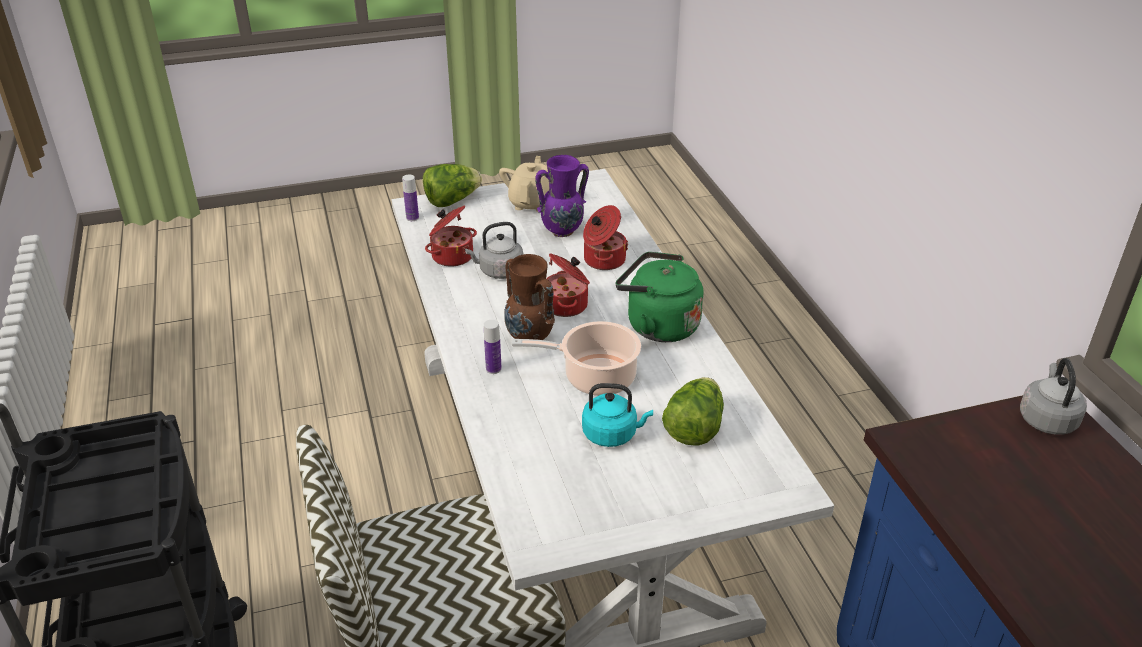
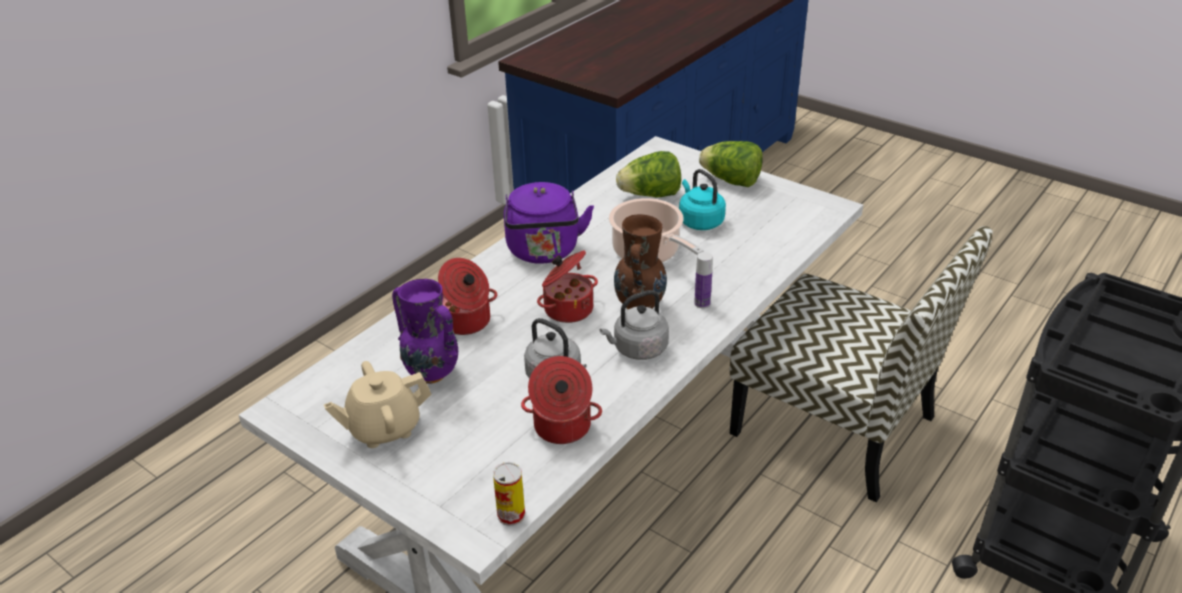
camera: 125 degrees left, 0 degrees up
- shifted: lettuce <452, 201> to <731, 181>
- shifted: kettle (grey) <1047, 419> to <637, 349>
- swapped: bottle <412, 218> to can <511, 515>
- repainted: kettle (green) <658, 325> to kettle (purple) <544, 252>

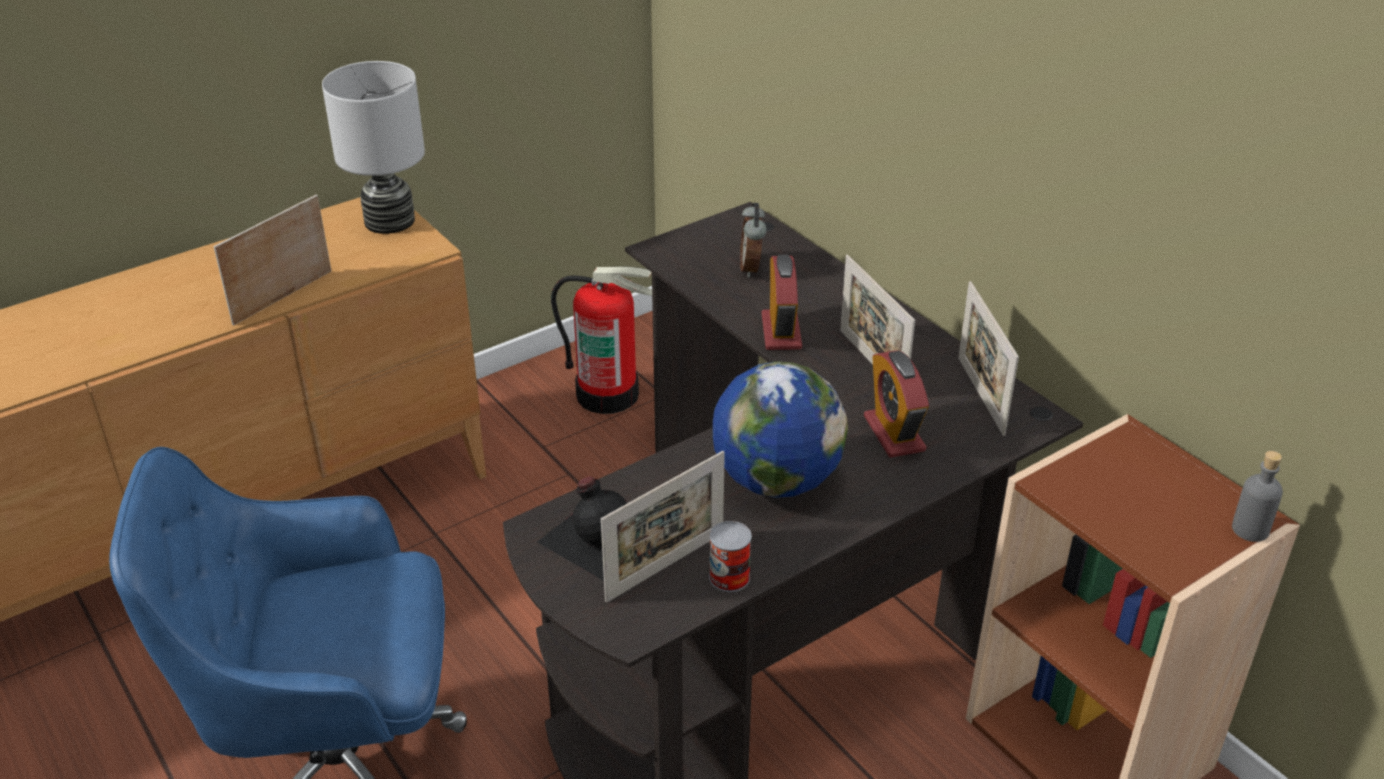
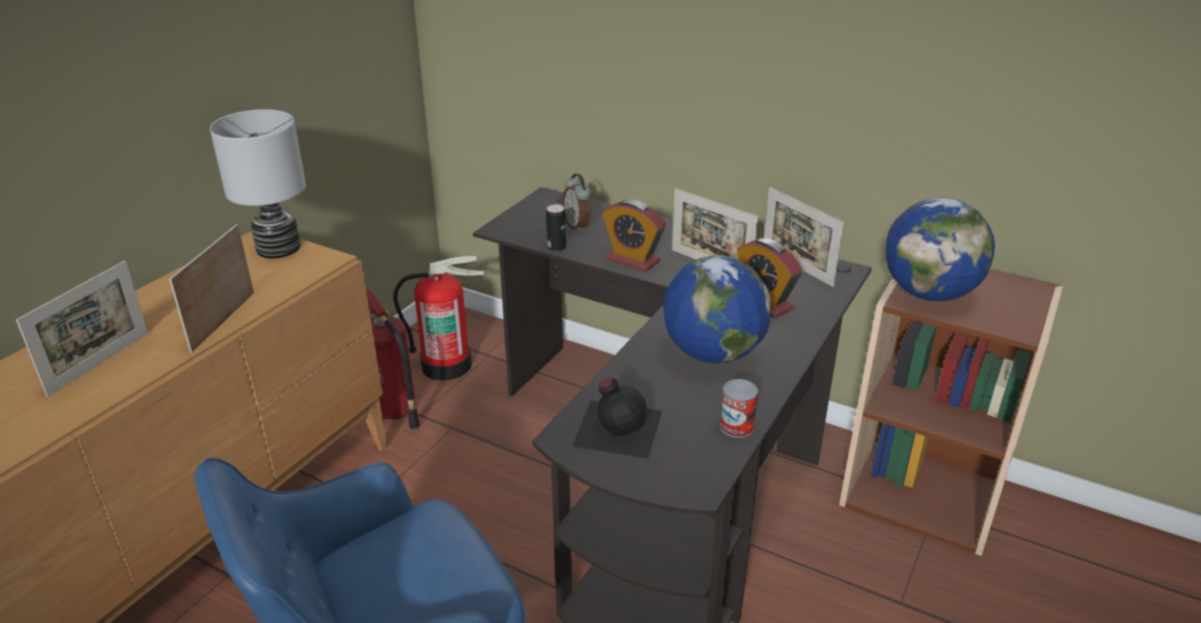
camera: 25 degrees left, 5 degrees down
- gone: bottle (grey) <1250, 529>
- new: fire extinguisher <395, 411>
- new: can <556, 247>
- new: globe <929, 294>
- shifted: picture frame <665, 566> to <100, 363>
- rotated: alarm clock <781, 332> = <632, 260> 150 degrees clockwise

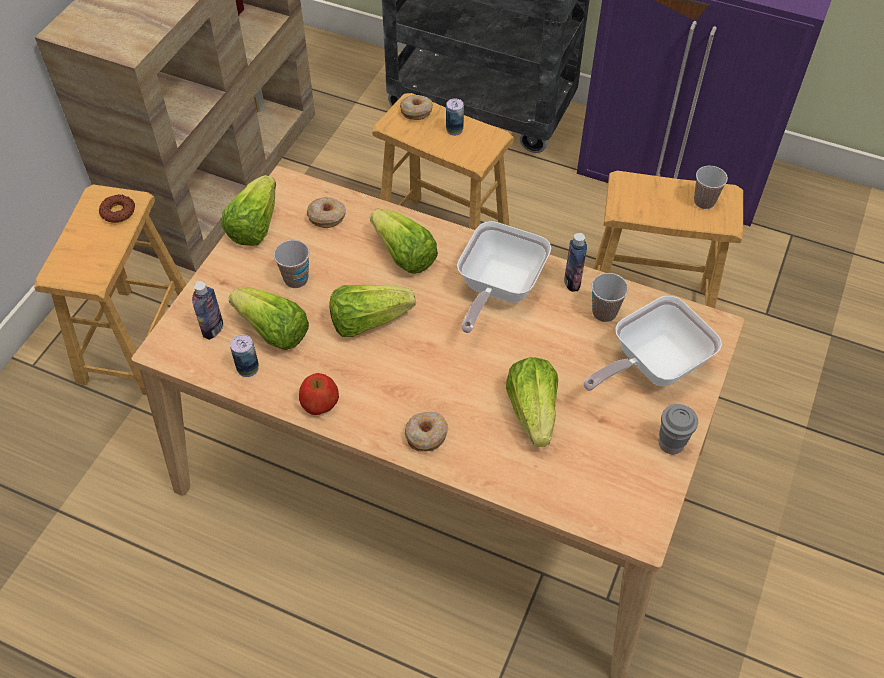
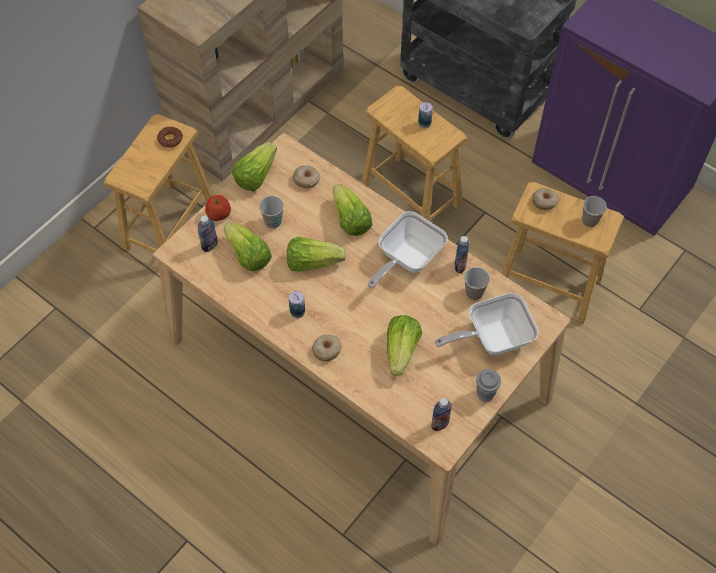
camera: 15 degrees right, 5 degrees up
- new: bottle <440, 424>
- shifted: can <248, 368> to <297, 312>
- shifted: apple <319, 403> to <218, 214>
- shifted: donut <416, 111> to <544, 201>

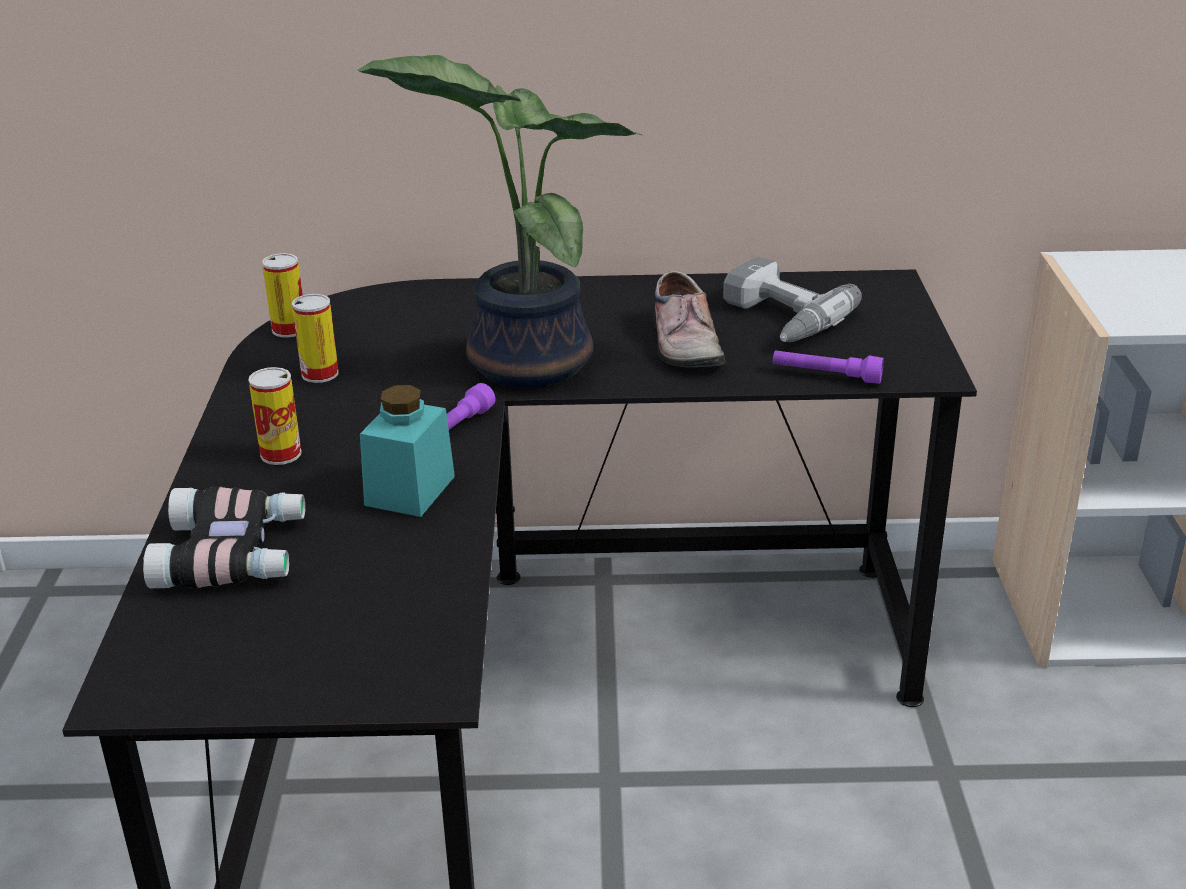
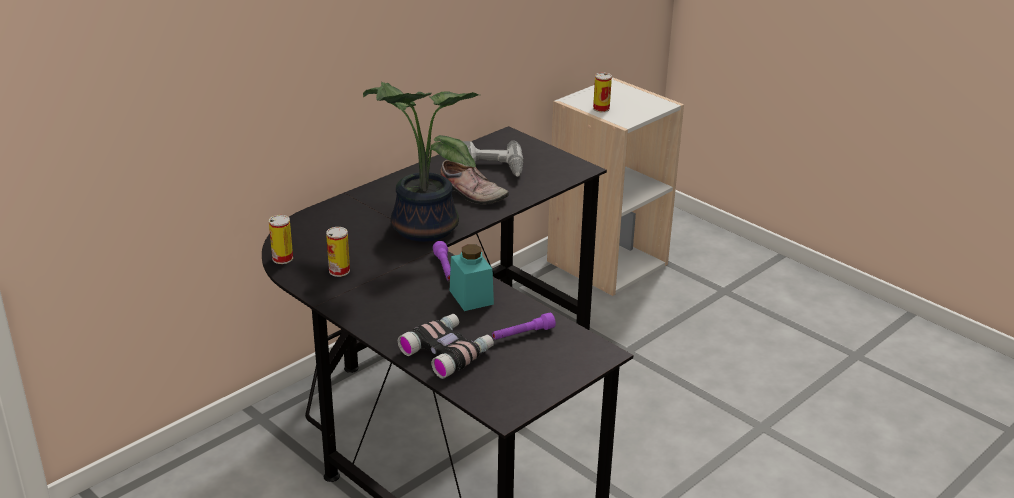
camera: 45 degrees left, 0 degrees up
- shifted: can <281, 454> to <601, 109>
- shifted: flashlight (purple) <826, 376> to <522, 334>

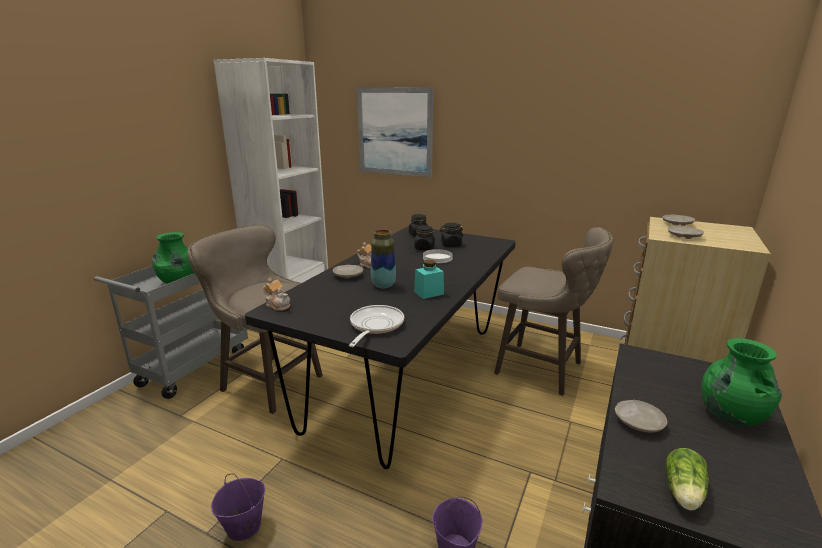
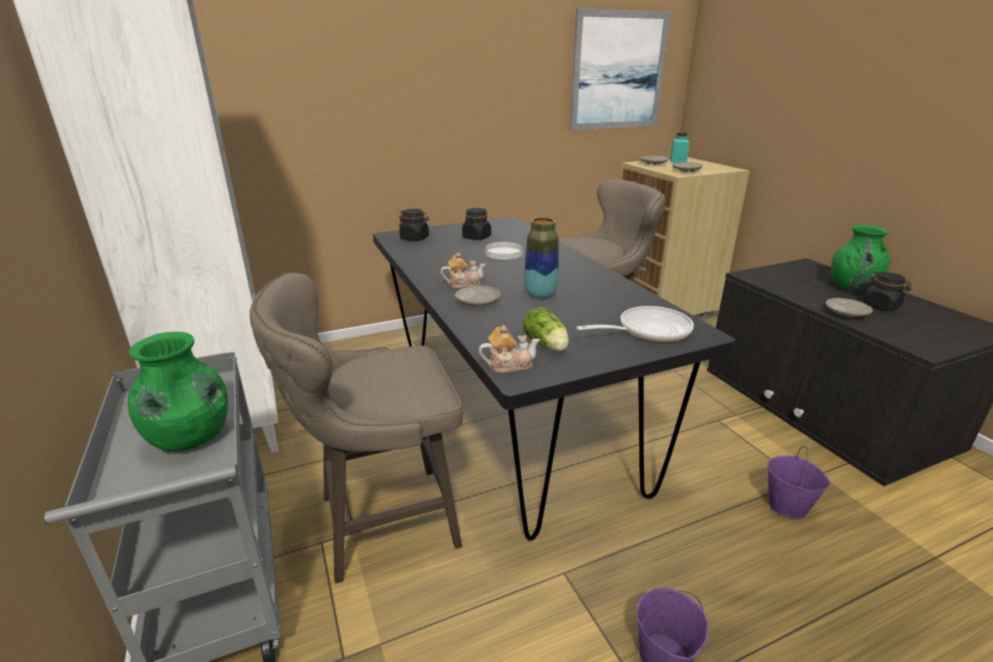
camera: 50 degrees left, 5 degrees up
- shifted: picture <394, 132> to <618, 71>
- shifted: jar (black) <424, 248> to <881, 306>
- shifted: jar (turquoise) <429, 293> to <678, 161>
- shifted: lettuce <683, 493> to <547, 346>
- rotated: frying pan <375, 326> = <648, 331> 105 degrees clockwise

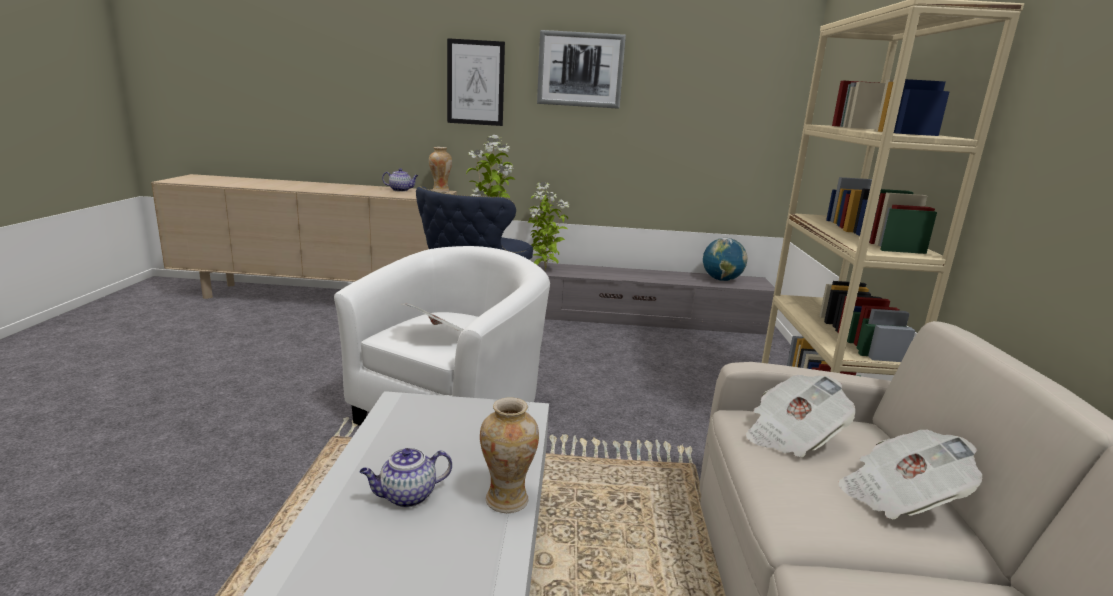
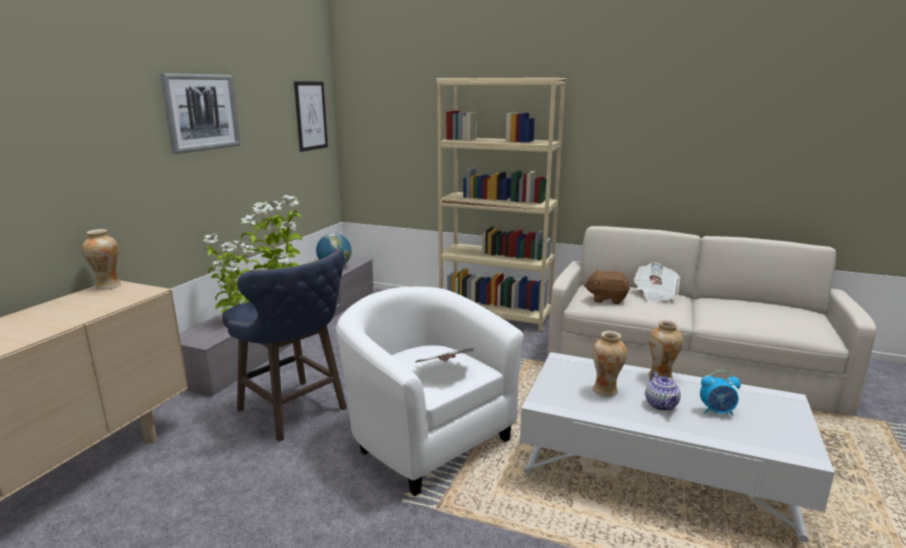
camera: 70 degrees left, 0 degrees up
- gone: teapot <401, 190>
- new: vase <605, 390>
- new: alarm clock <717, 412>
- shifted: picture <475, 83> to <311, 116>
- swapped: newspaper <792, 436> to plush toy (brown) <606, 299>

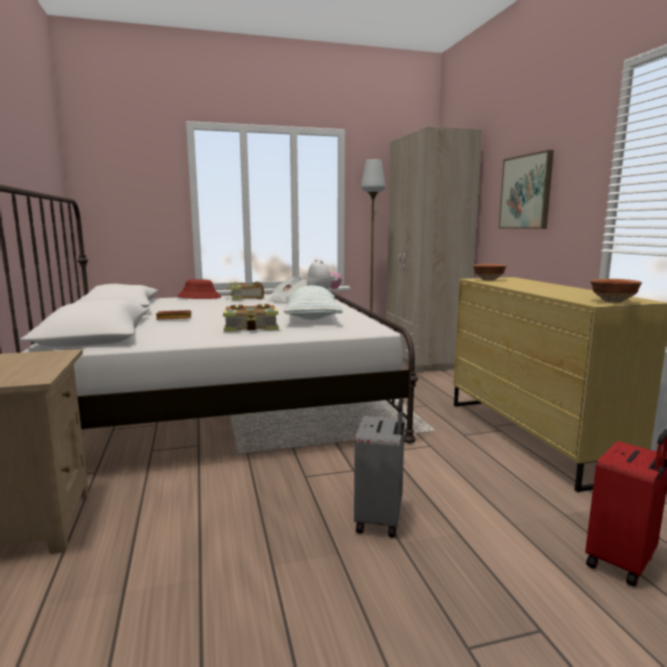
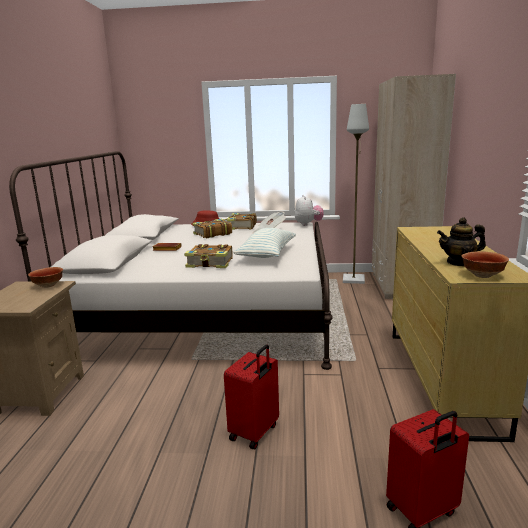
camera: 20 degrees right, 5 degrees up
- gone: picture <526, 192>
- new: book <212, 234>
- new: teapot <459, 262>
- shifted: bowl <488, 280> to <47, 286>
- repainted: suitcase (grey) <380, 519> to suitcase (red) <255, 432>

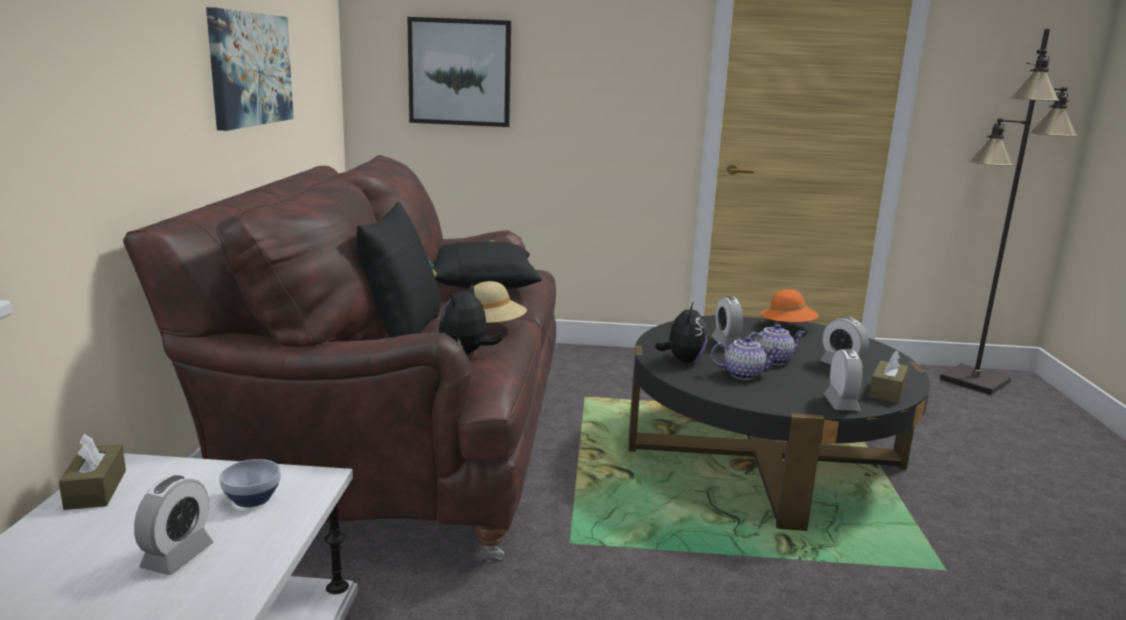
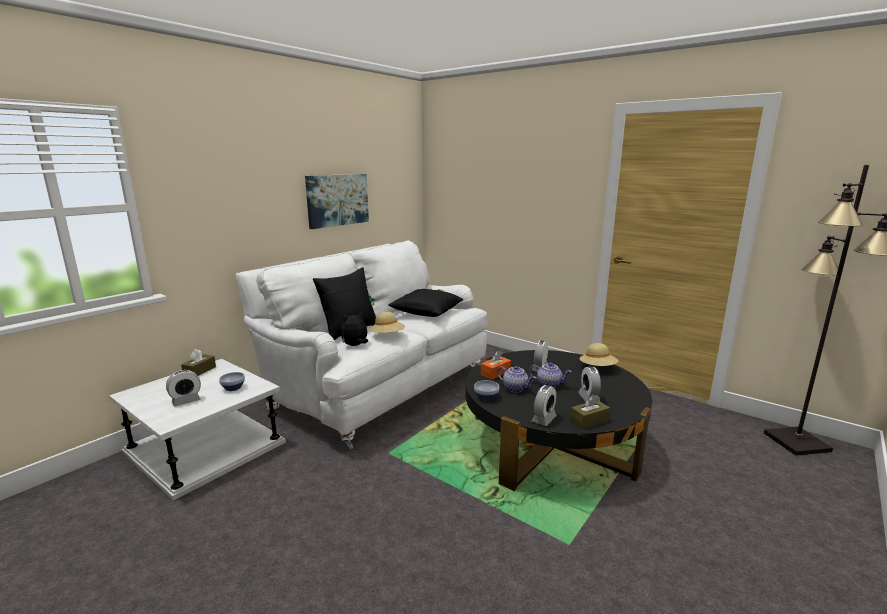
camera: 35 degrees right, 0 degrees up
- gone: picture <460, 72>
- new: bowl <486, 397>
- swapped: plush toy <682, 360> to tissue box (orange) <495, 373>
- repainted: sofa (brown) <398, 445> to sofa (white) <375, 386>
- repainted: hat (orange) <788, 327> to hat (beige) <597, 368>

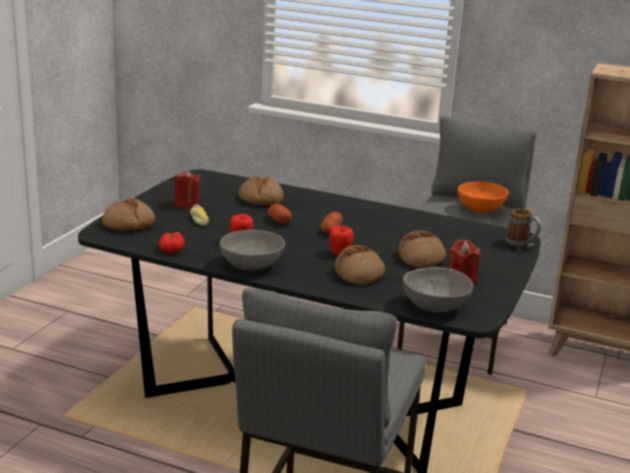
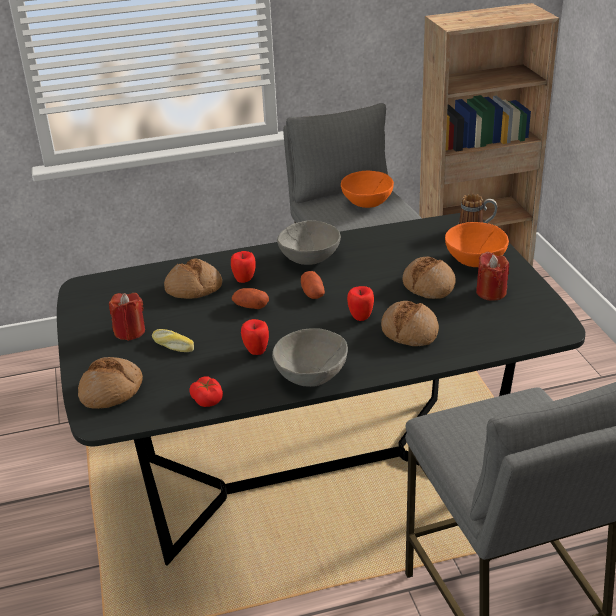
camera: 35 degrees left, 10 degrees up
- new: apple <244, 280>
- new: bowl (orange) <475, 260>
- shifted: bowl (grey) <434, 307> to <309, 259>

